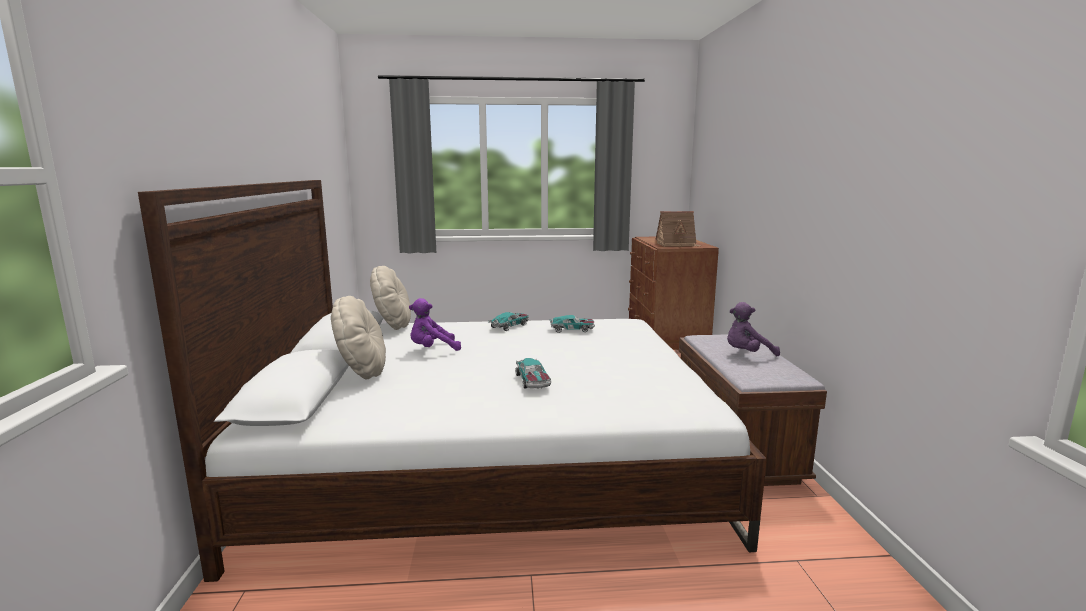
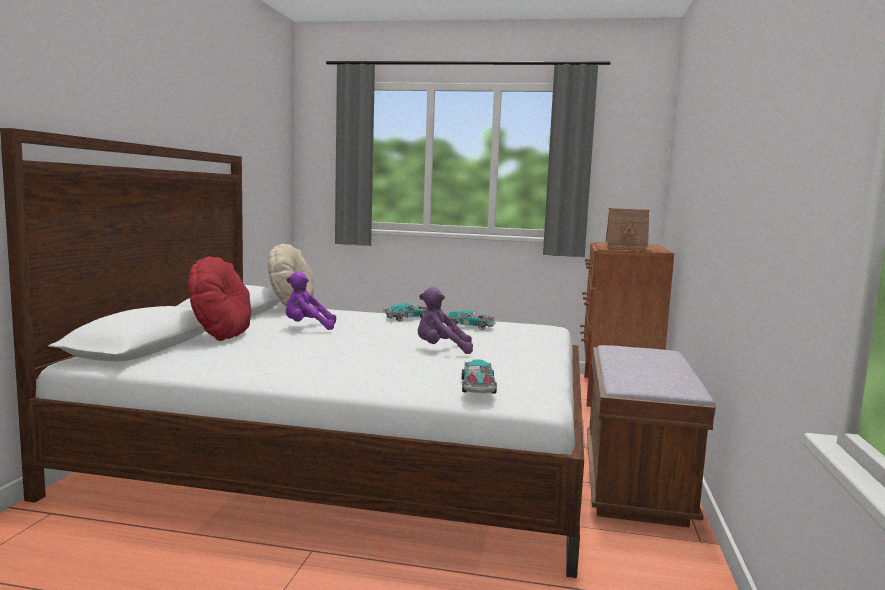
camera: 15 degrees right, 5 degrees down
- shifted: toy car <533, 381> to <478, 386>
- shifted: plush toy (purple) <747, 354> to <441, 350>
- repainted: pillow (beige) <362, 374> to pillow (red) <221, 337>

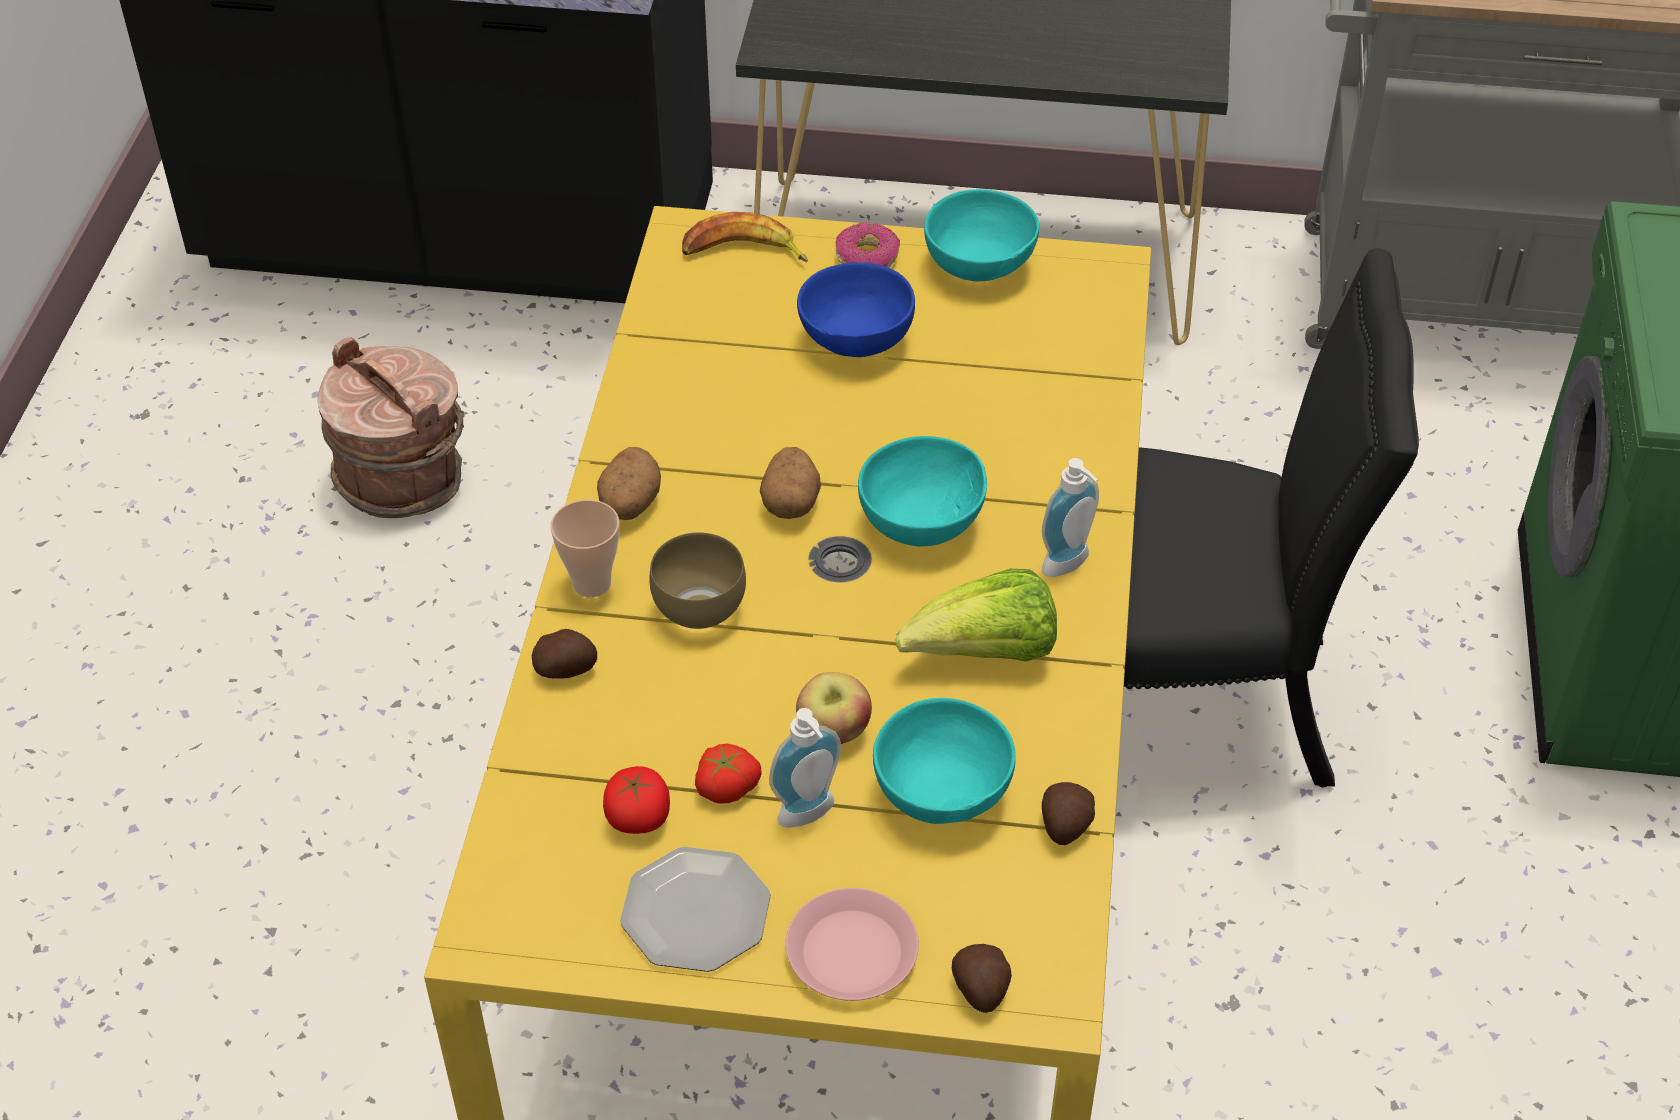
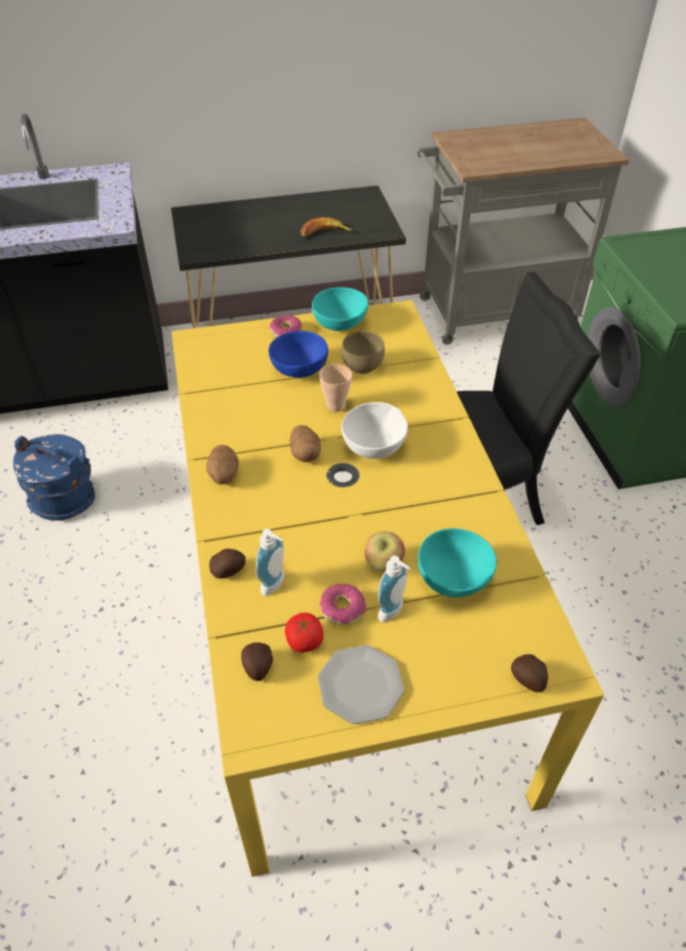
camera: 20 degrees left, 0 degrees up
- gone: plate (pink) <851, 953>
- gone: lettuce <985, 654>
- shifted: cup <591, 583> to <336, 406>
- shifted: bowl (brown) <697, 612> to <362, 367>
- shifted: banana <743, 252> to <324, 233>
- shifted: soap dispenser <1070, 566> to <276, 585>
- shifted: potato <1064, 827> to <257, 668>
- swapped: tomato <726, 785> to donut <342, 608>
- repainted: bucket (brown) <403, 479> to bucket (blue) <64, 499>
- repainted: bowl (turquoise) <925, 522> to bowl (white) <375, 446>

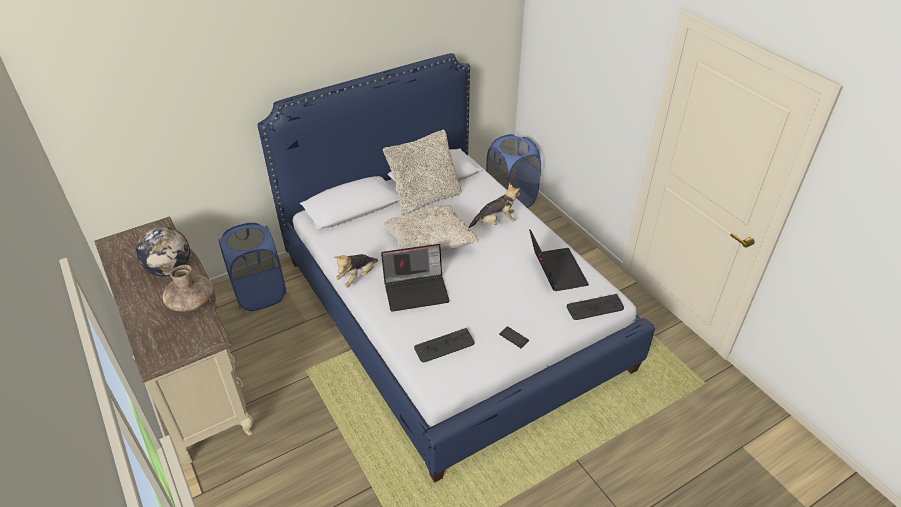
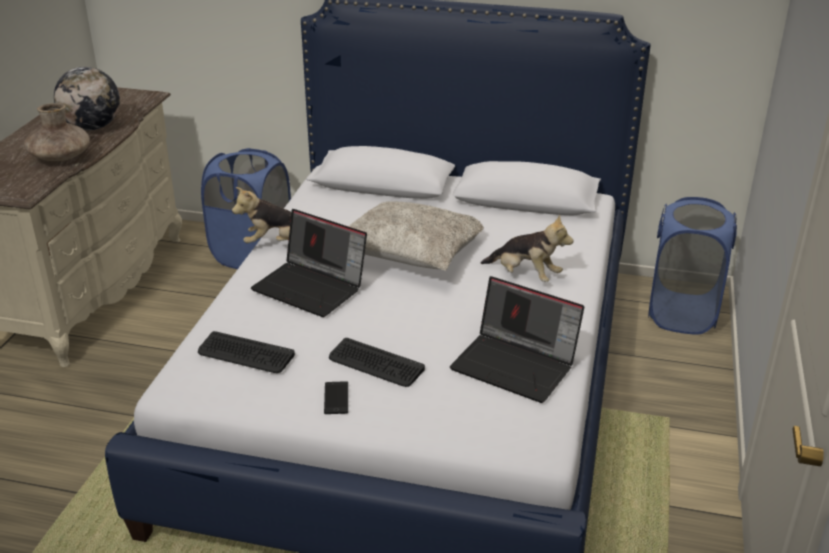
camera: 45 degrees right, 10 degrees down
- gone: pillow (beige) <425, 197>
- shifted: keyboard <595, 308> to <375, 364>
- rotated: laptop <555, 270> = <516, 365> 90 degrees clockwise

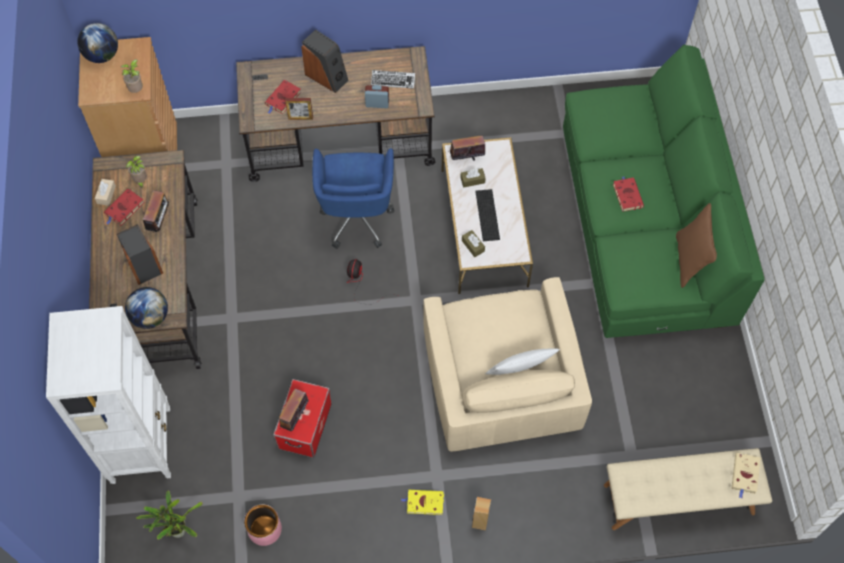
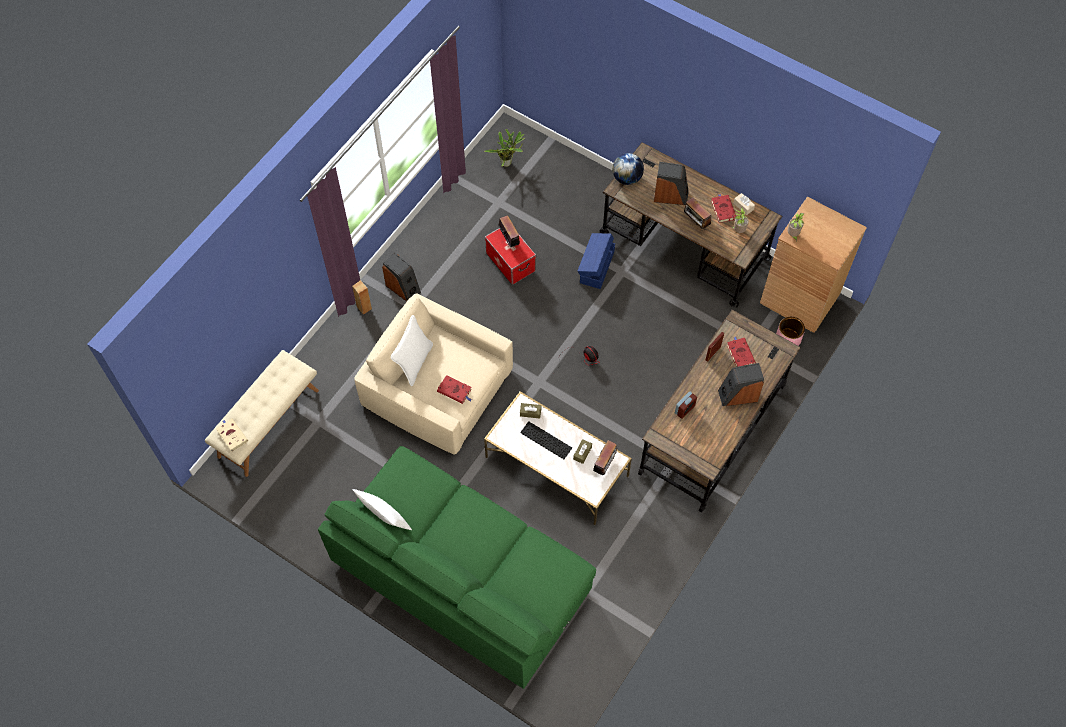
camera: 130 degrees right, 0 degrees up
- gone: bookcase (white) <141, 444>
- gone: globe <102, 55>
- gone: office chair (blue) <357, 217>
- gone: keyboard <393, 81>
- new: storage box (blue) <596, 267>
- shifted: planter (pink) <264, 529> to <788, 338>
- shifted: book (red) <627, 195> to <455, 391>
- swapped: book (yellow) <424, 503> to speaker <403, 288>
- repainted: pillow (brown) <689, 260> to pillow (white) <385, 520>

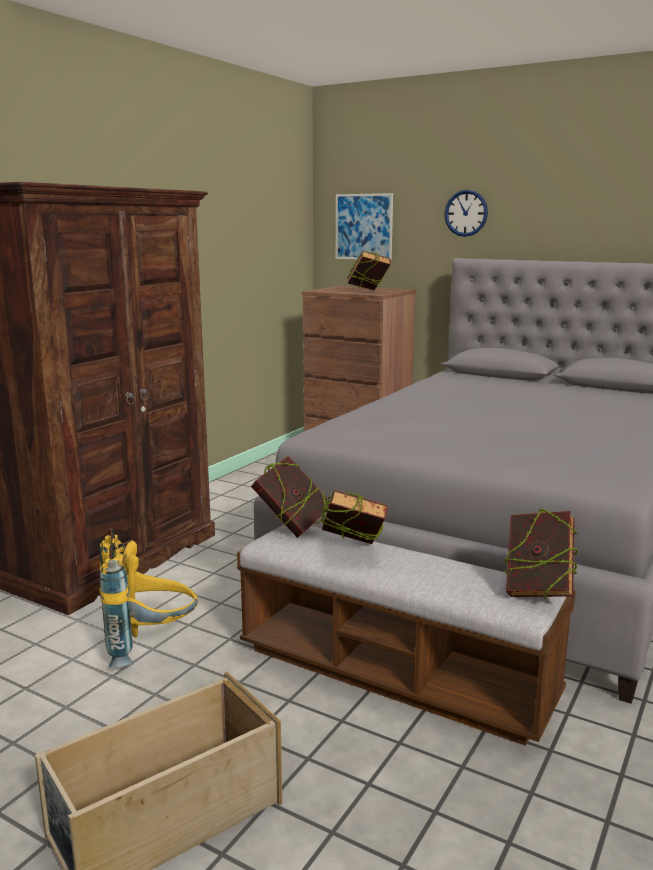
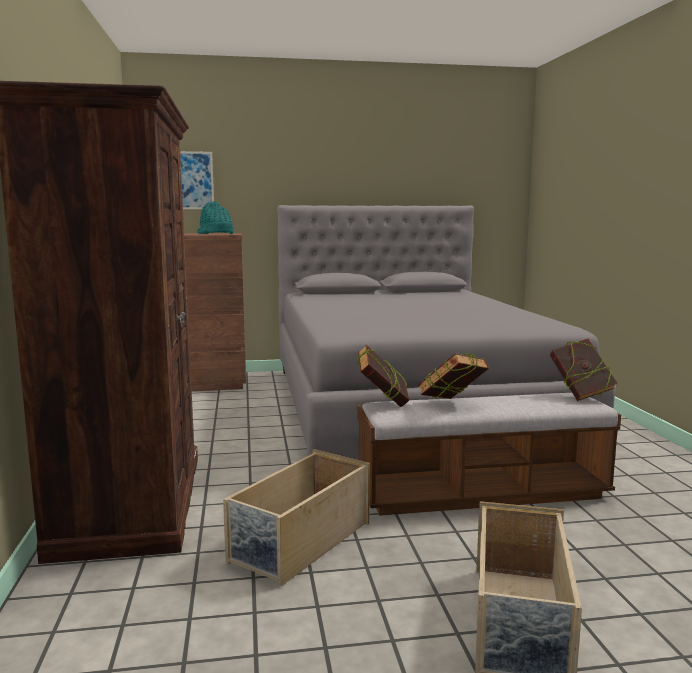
camera: 40 degrees left, 5 degrees down
- gone: wall clock <466, 213>
- swapped: backpack (yellow) <150, 646> to storage box (beige) <300, 543>
- swapped: book <368, 291> to hat (turquoise) <215, 234>

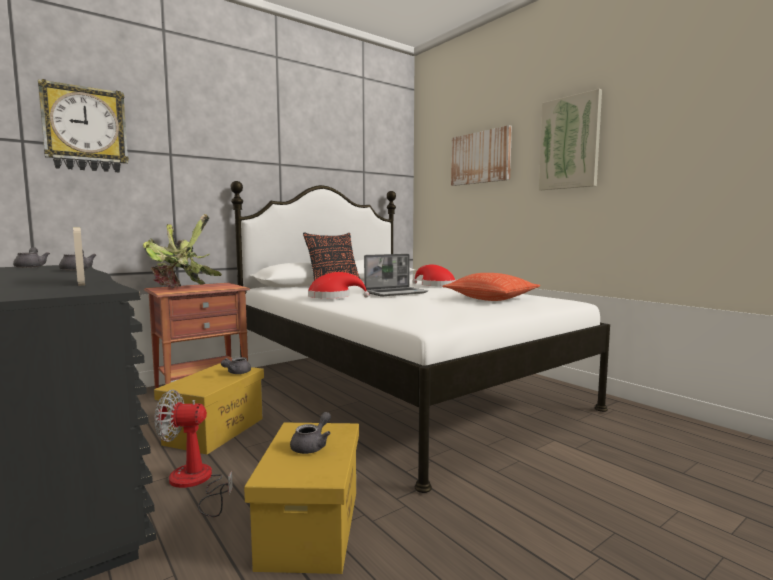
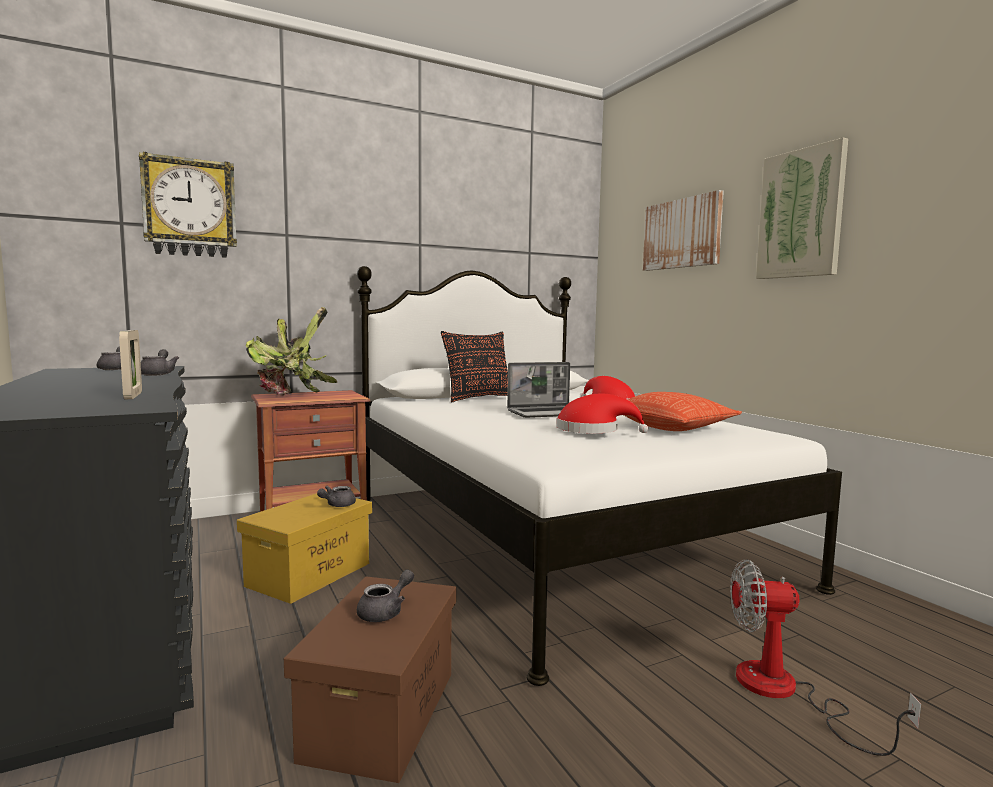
camera: 10 degrees right, 0 degrees up
- shifted: fan <196, 483> to <785, 693>
- shifted: hat (red) <333, 297> to <592, 430>
- repainted: storage box (yellow) <310, 526> to storage box (brown) <381, 712>

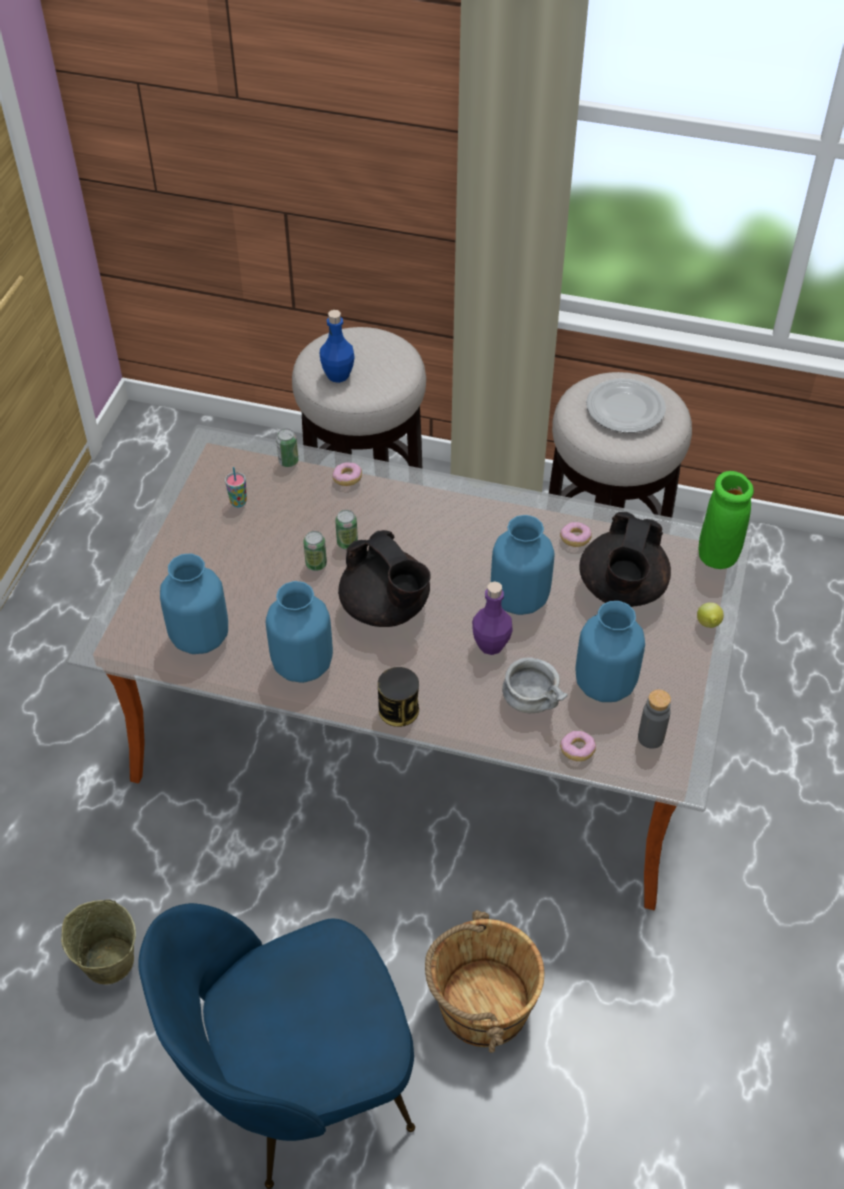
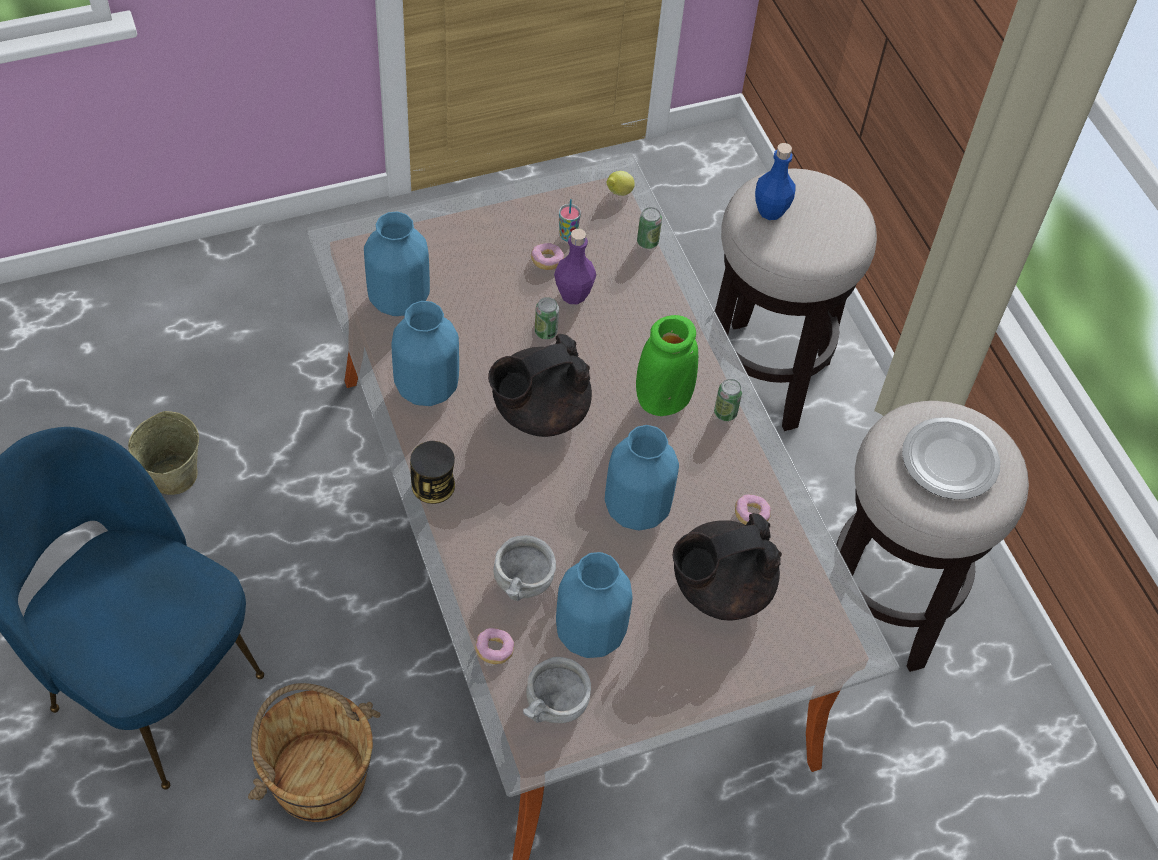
camera: 50 degrees right, 5 degrees up
- shifted: donut <347, 479> to <547, 261>
- shifted: can <347, 543> to <725, 413>
- shifted: bottle (purple) <491, 645> to <573, 294>
- shifted: lemon <708, 625> to <618, 193>
- shifted: vase (green) <717, 555> to <662, 401>
- swapped: bottle (grey) <650, 737> to bowl (grey) <556, 705>
- rotated: teapot (black) <386, 608> = <538, 412> 45 degrees clockwise

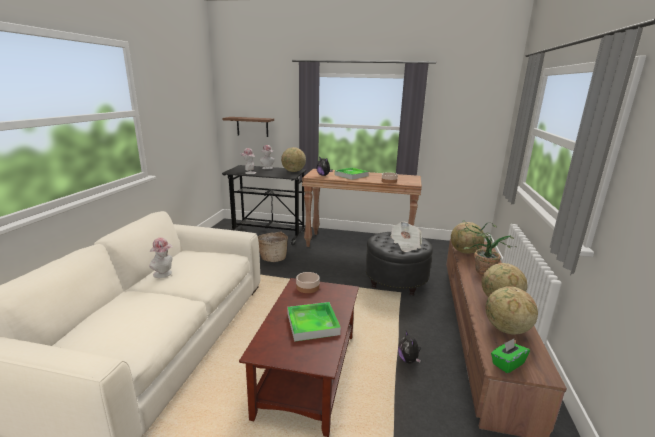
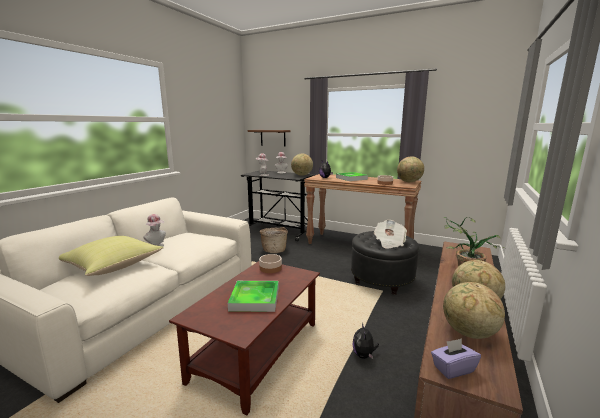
camera: 15 degrees right, 5 degrees down
- new: pillow (yellow) <113, 266>
- shifted: globe <465, 252> to <409, 182>
- repainted: tissue box (green) <507, 363> to tissue box (purple) <453, 368>

